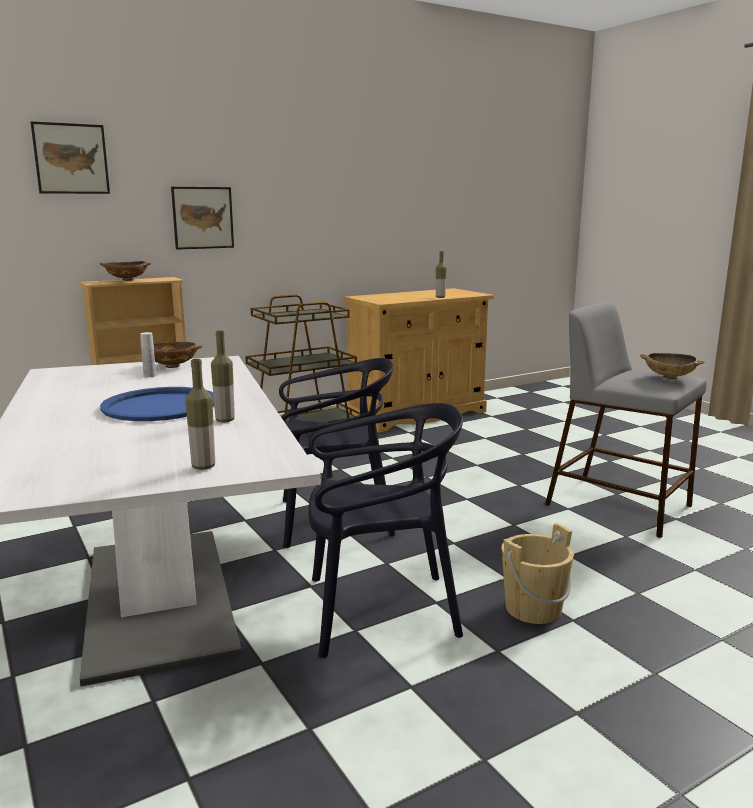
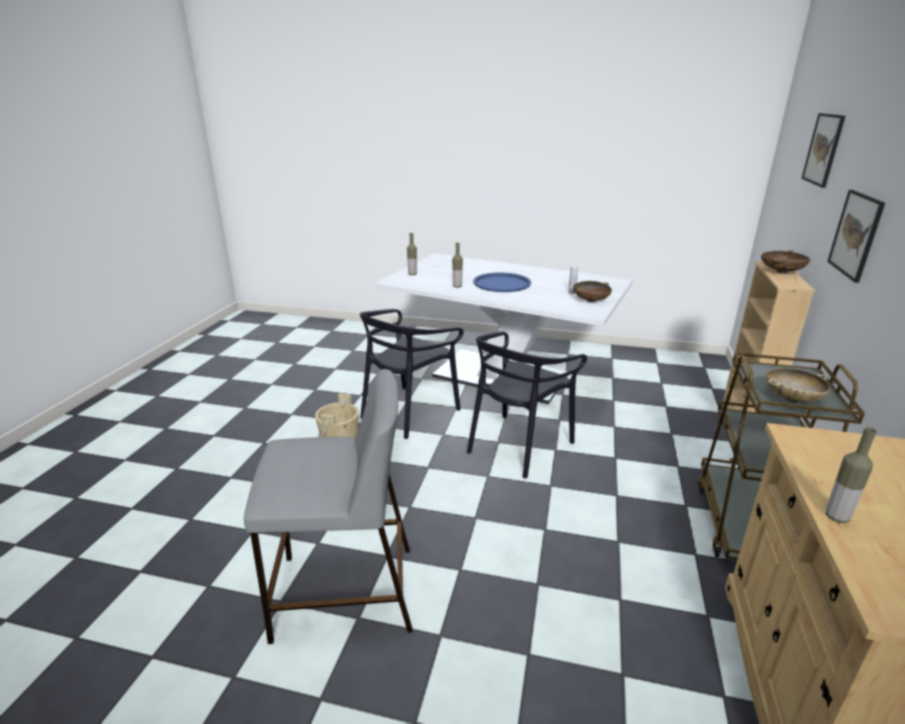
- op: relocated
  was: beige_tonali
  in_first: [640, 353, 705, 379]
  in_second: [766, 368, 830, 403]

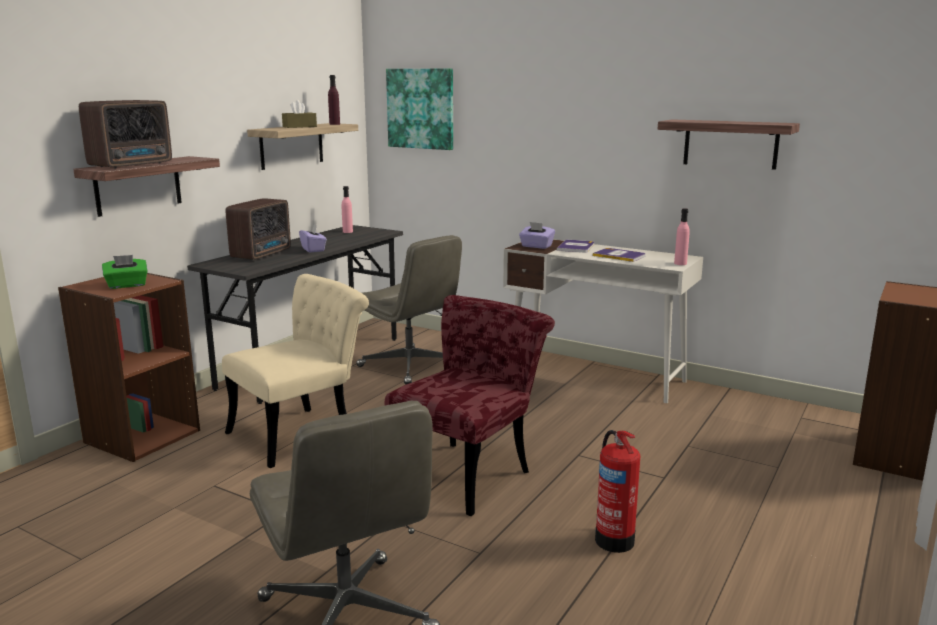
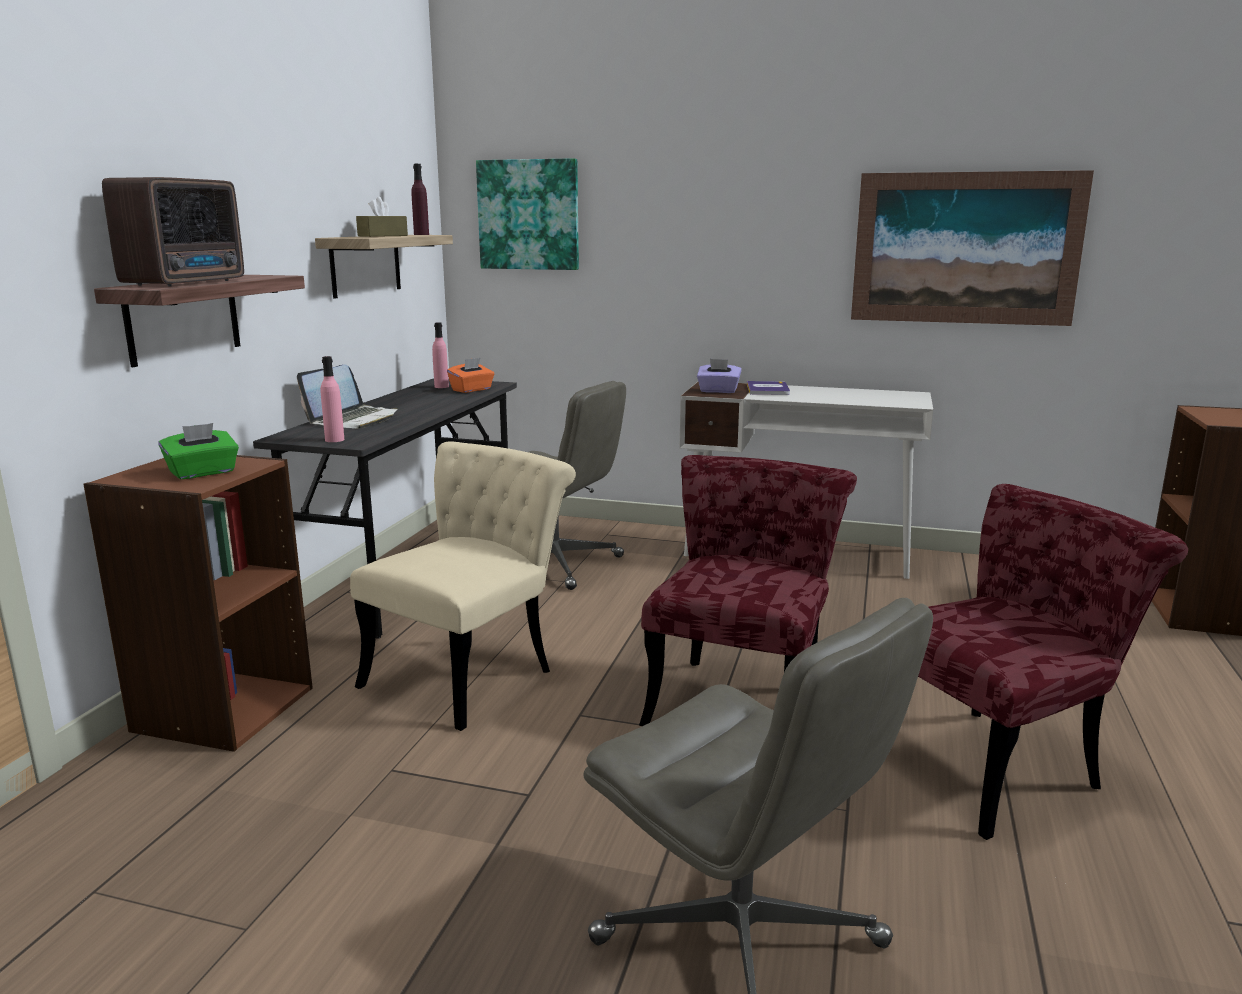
- op: exchanged
  was: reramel
  now: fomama
  in_first: [658, 119, 800, 170]
  in_second: [851, 170, 1094, 326]
- op: exchanged
  was: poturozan
  now: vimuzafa
  in_first: [226, 198, 291, 260]
  in_second: [297, 365, 398, 429]
- op: relocated
  was: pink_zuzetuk
  in_first: [674, 209, 690, 265]
  in_second: [320, 356, 344, 442]
- op: missing
  was: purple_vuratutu
  in_first: [299, 224, 327, 253]
- op: missing
  was: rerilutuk
  in_first: [593, 248, 646, 262]
- op: exchanged
  was: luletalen
  now: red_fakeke
  in_first: [595, 430, 640, 553]
  in_second: [918, 484, 1188, 840]
- op: appeared
  now: orange_vuratutu
  in_second: [447, 358, 494, 393]

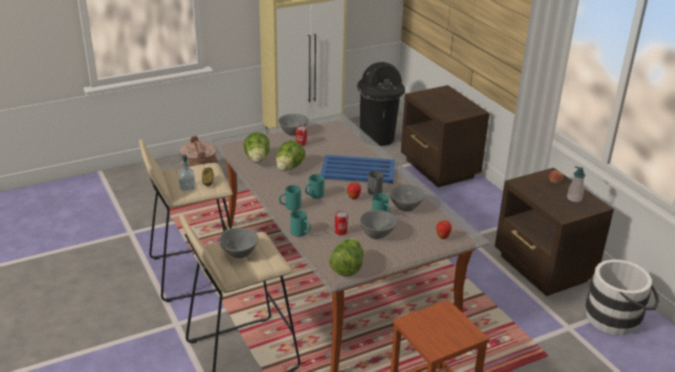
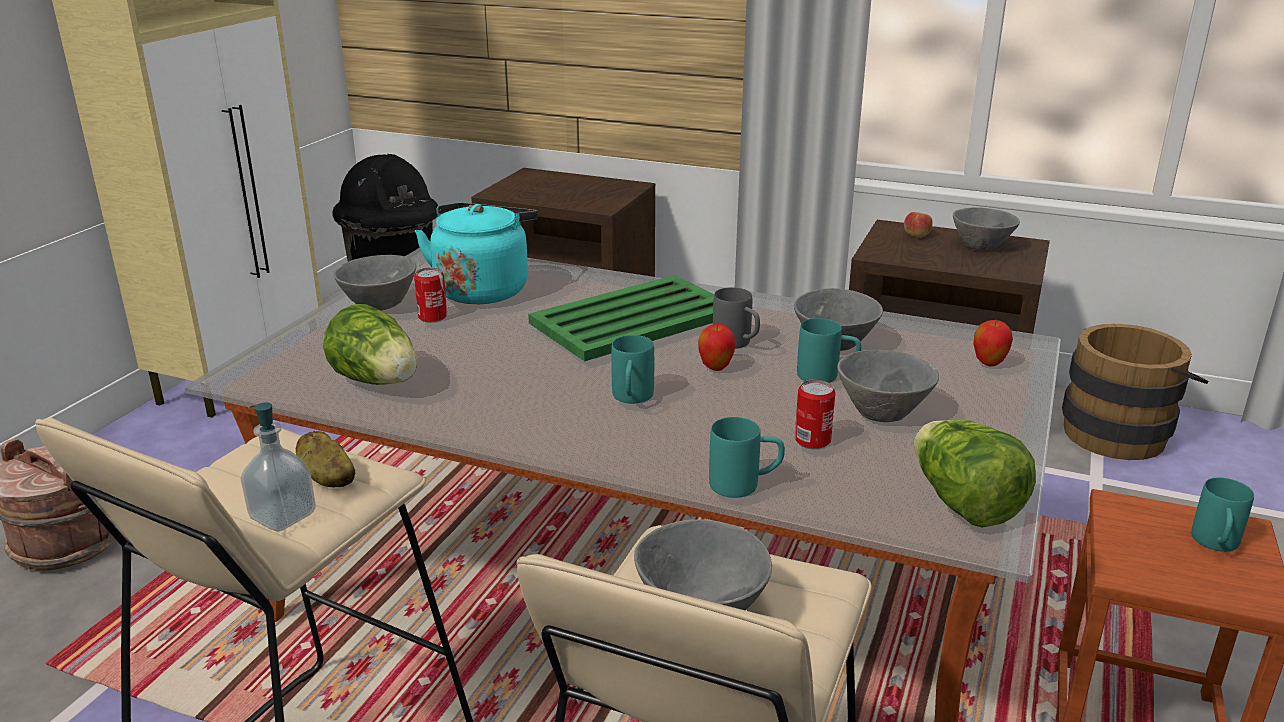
- op: missing
  was: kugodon
  in_first: [276, 140, 306, 171]
- op: colour
  was: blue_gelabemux
  now: green_gelabemux
  in_first: [320, 155, 395, 184]
  in_second: [528, 275, 714, 361]
- op: exchanged
  was: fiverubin
  now: grey_tonali
  in_first: [567, 166, 586, 202]
  in_second: [953, 207, 1020, 250]
- op: relocated
  was: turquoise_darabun
  in_first: [279, 185, 301, 210]
  in_second: [1191, 477, 1254, 552]
- op: colour
  was: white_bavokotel
  now: brown_bavokotel
  in_first: [586, 259, 659, 335]
  in_second: [1062, 324, 1208, 460]
- op: appeared
  now: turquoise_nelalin
  in_second: [415, 202, 538, 304]

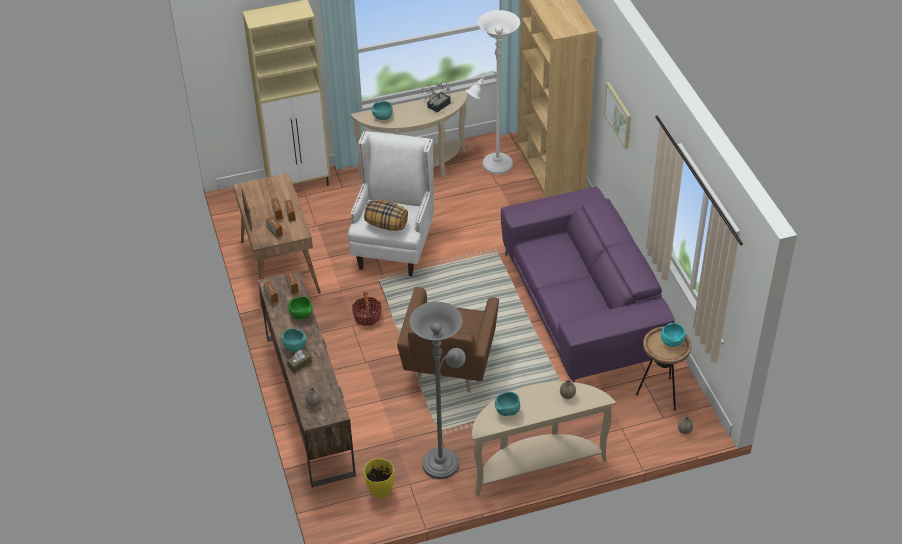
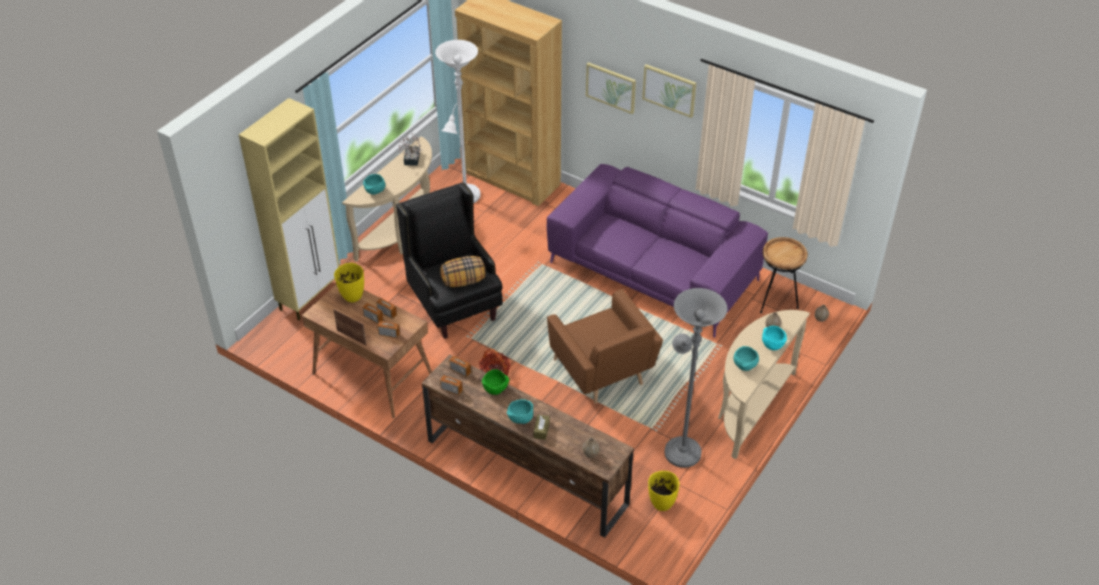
- op: colour
  was: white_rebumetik
  now: black_rebumetik
  in_first: [348, 131, 434, 276]
  in_second: [396, 182, 503, 339]
- op: relocated
  was: turquoise_tonali
  in_first: [661, 323, 685, 347]
  in_second: [762, 326, 787, 350]
- op: appeared
  now: fomama
  in_second: [642, 64, 696, 118]
- op: appeared
  now: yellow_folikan
  in_second: [334, 263, 364, 302]

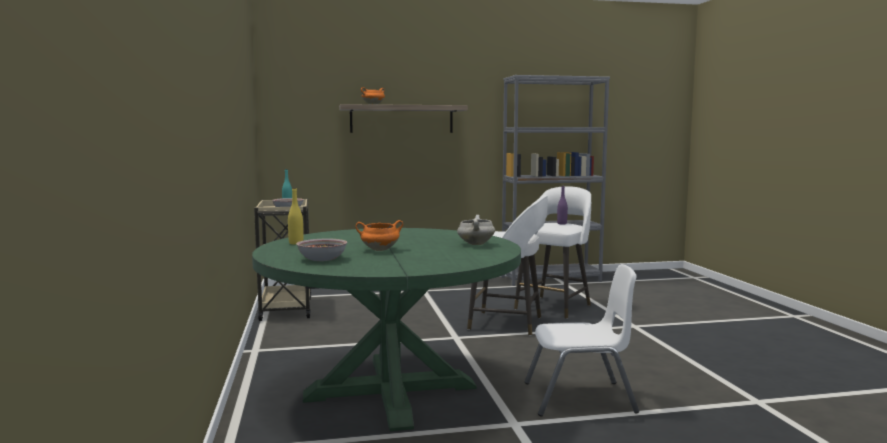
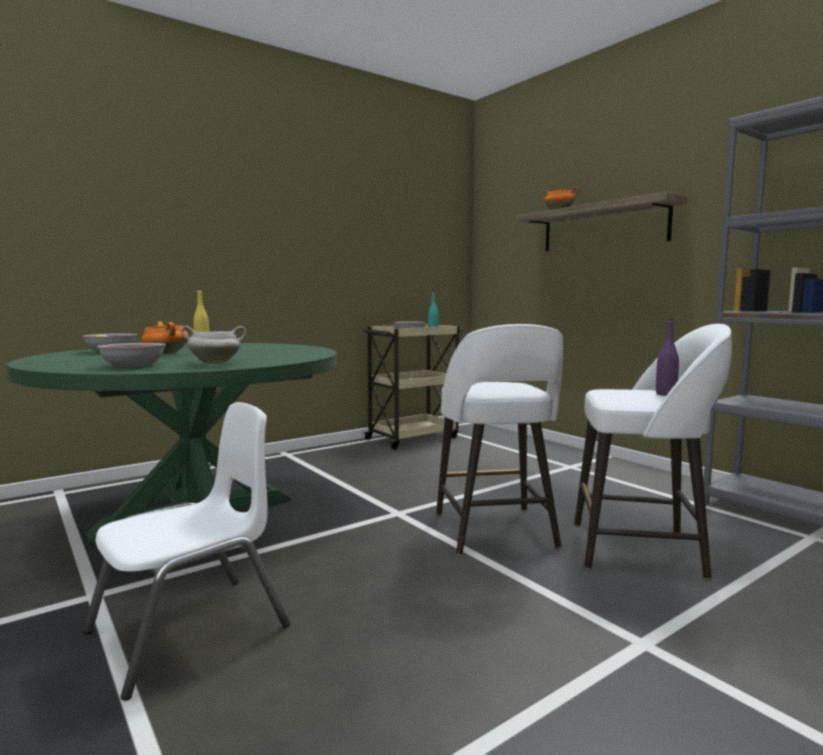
- op: spun
  was: white_fakeke
  in_first: [525, 264, 639, 416]
  in_second: [83, 402, 290, 701]
  clockwise: -105
- op: appeared
  now: tonali
  in_second: [97, 343, 166, 367]

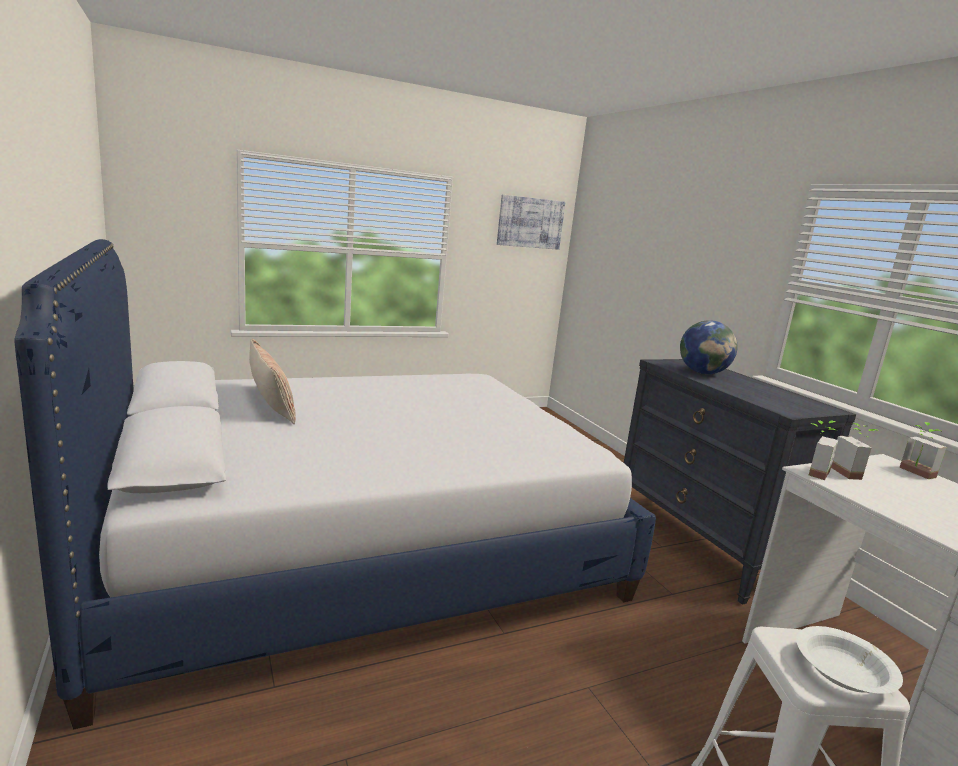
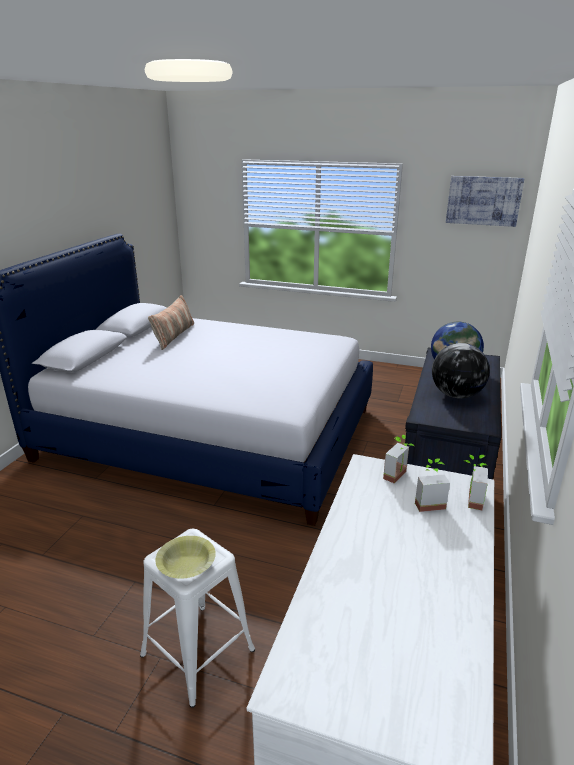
- op: relocated
  was: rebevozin
  in_first: [809, 421, 838, 480]
  in_second: [415, 458, 450, 512]
- op: colour
  was: white_tonali
  now: yellow_tonali
  in_first: [796, 626, 903, 694]
  in_second: [155, 536, 216, 579]
- op: appeared
  now: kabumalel
  in_second: [432, 343, 490, 398]

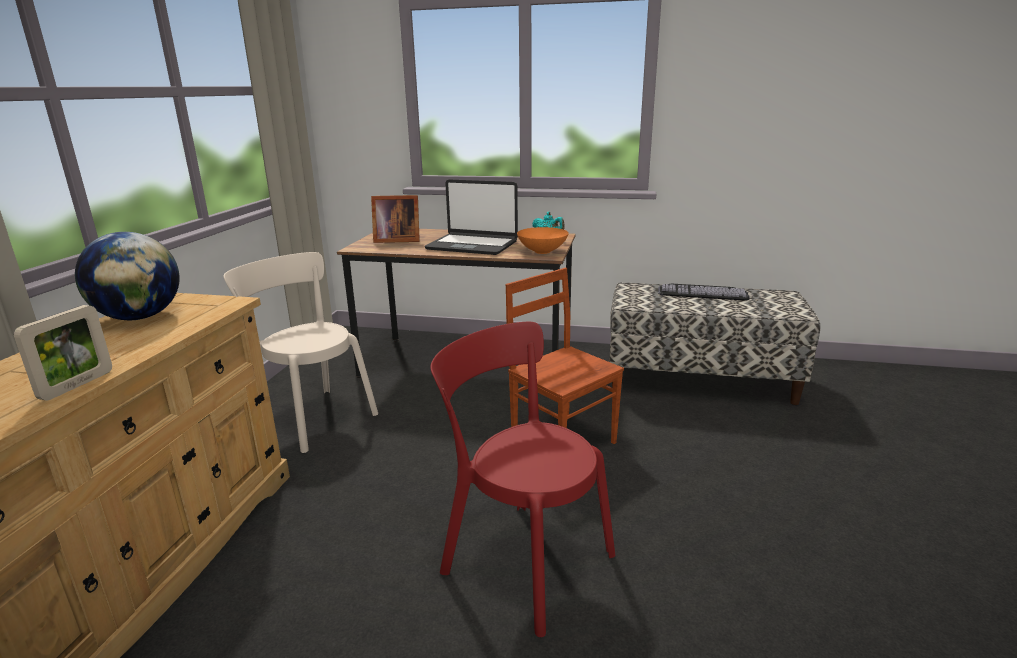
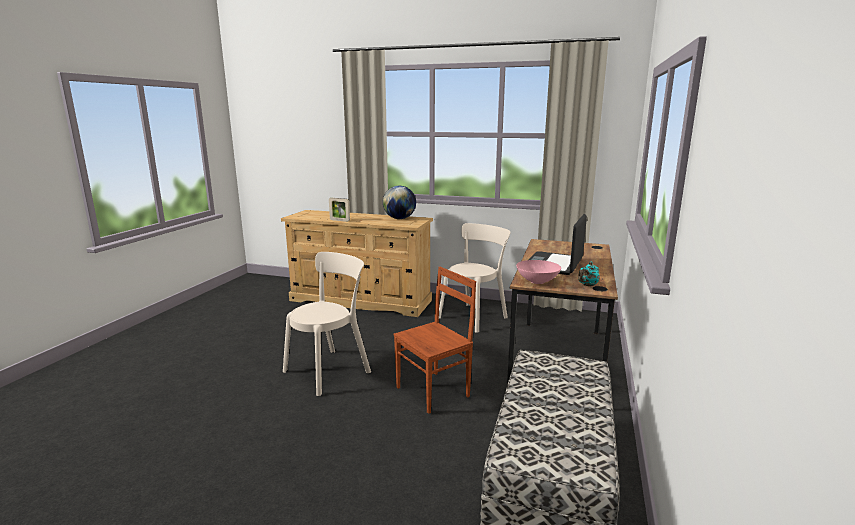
- op: missing
  was: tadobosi
  in_first: [371, 195, 420, 243]
- op: colour
  was: orange_tonali
  now: pink_tonali
  in_first: [517, 227, 569, 254]
  in_second: [516, 260, 561, 284]
- op: missing
  was: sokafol
  in_first: [658, 284, 750, 301]
- op: colour
  was: red_fakeke
  now: beige_fakeke
  in_first: [430, 322, 615, 637]
  in_second: [283, 252, 371, 396]

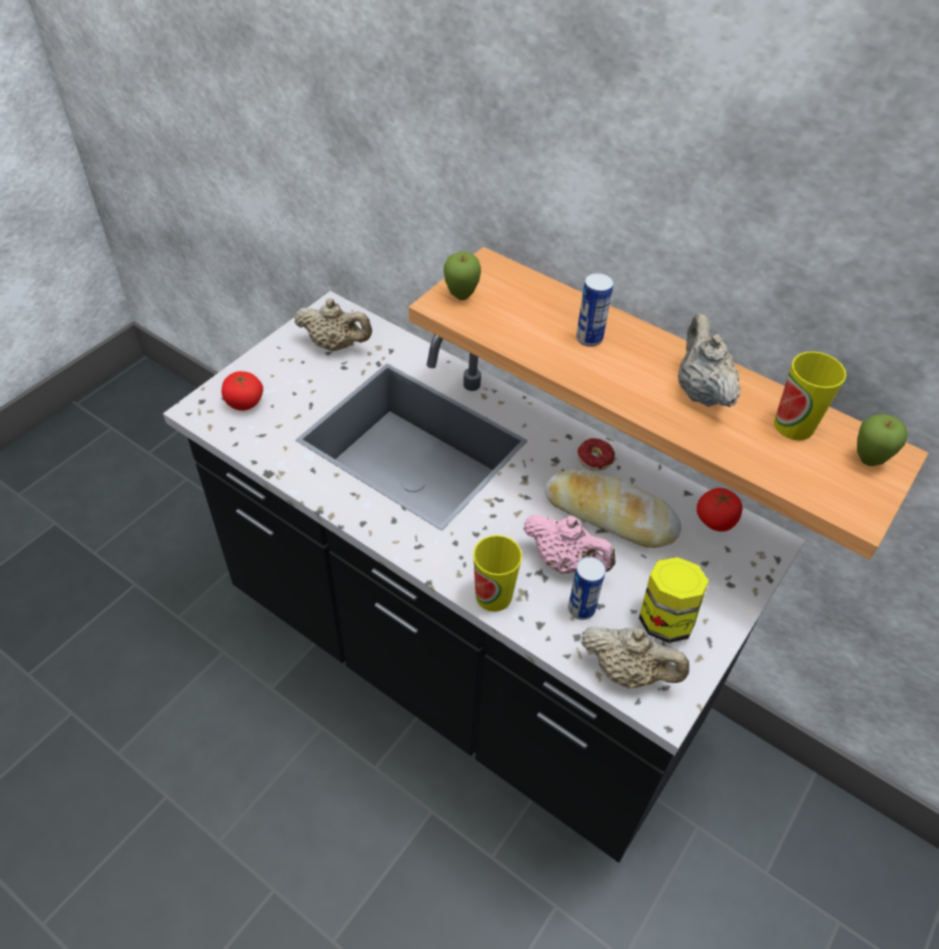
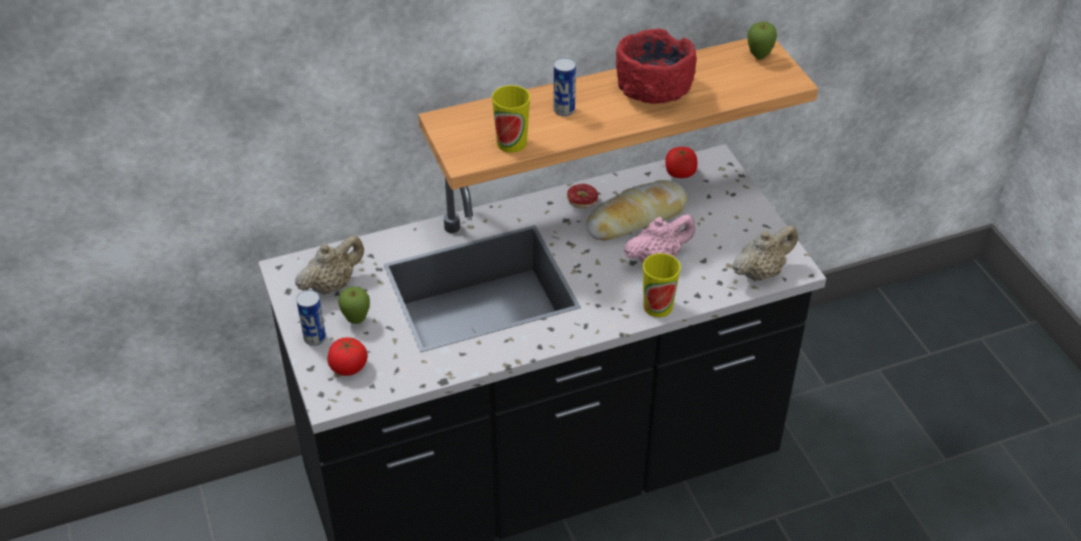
- op: relocated
  was: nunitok
  in_first: [444, 251, 481, 300]
  in_second: [338, 287, 370, 324]
- op: exchanged
  was: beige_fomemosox
  now: red_tonali
  in_first: [678, 313, 741, 407]
  in_second: [616, 29, 697, 104]
- op: relocated
  was: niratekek
  in_first: [774, 351, 846, 441]
  in_second: [492, 85, 530, 153]
- op: relocated
  was: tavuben
  in_first: [568, 557, 606, 620]
  in_second: [296, 290, 326, 346]
- op: missing
  was: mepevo
  in_first: [639, 557, 709, 643]

